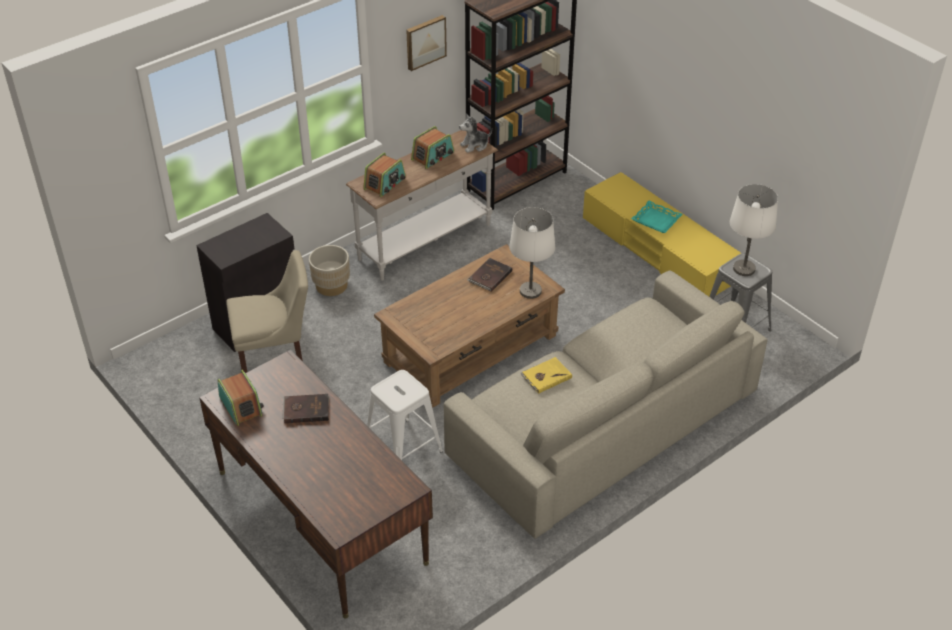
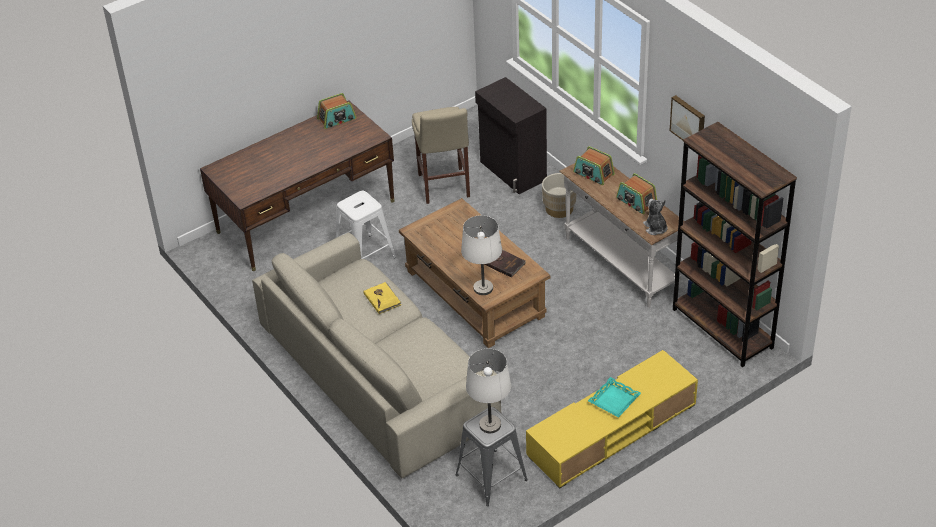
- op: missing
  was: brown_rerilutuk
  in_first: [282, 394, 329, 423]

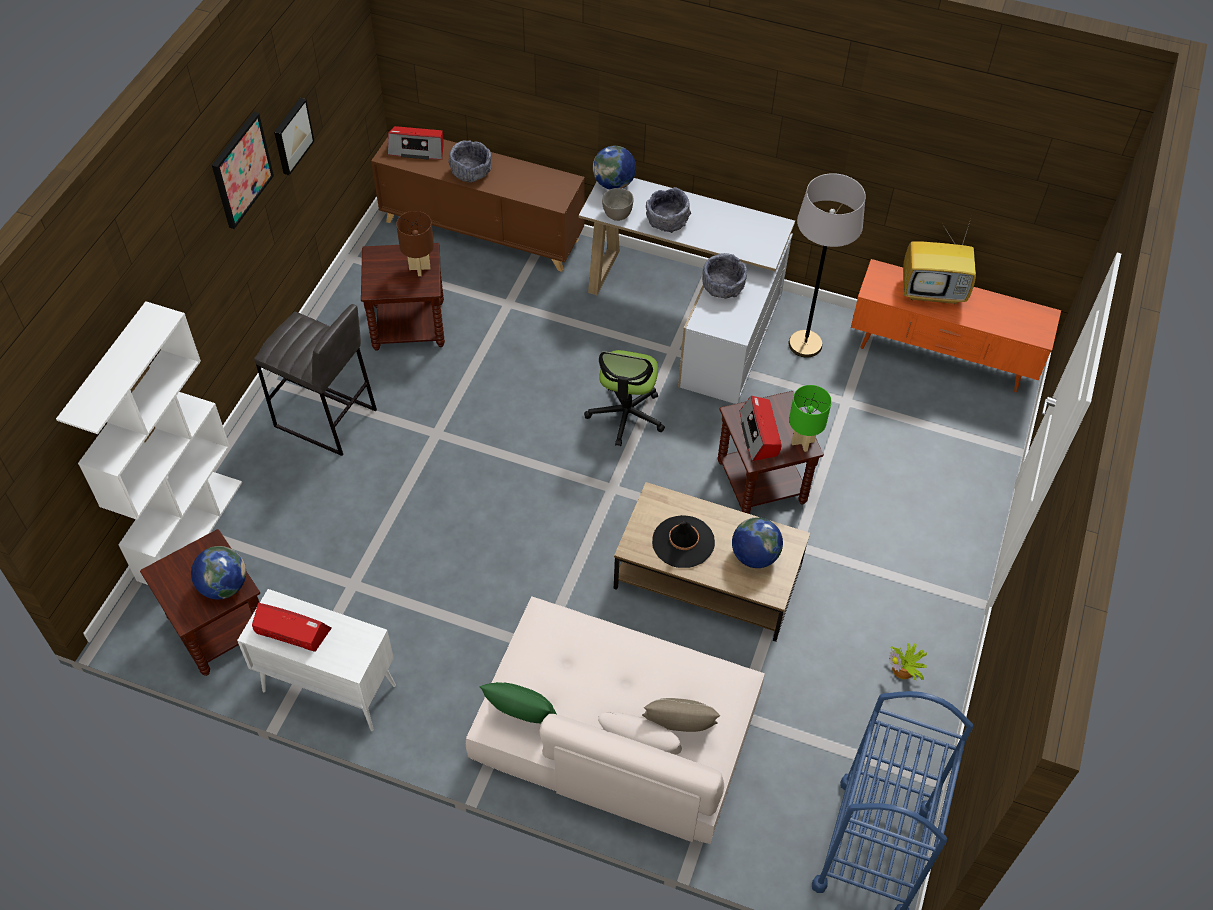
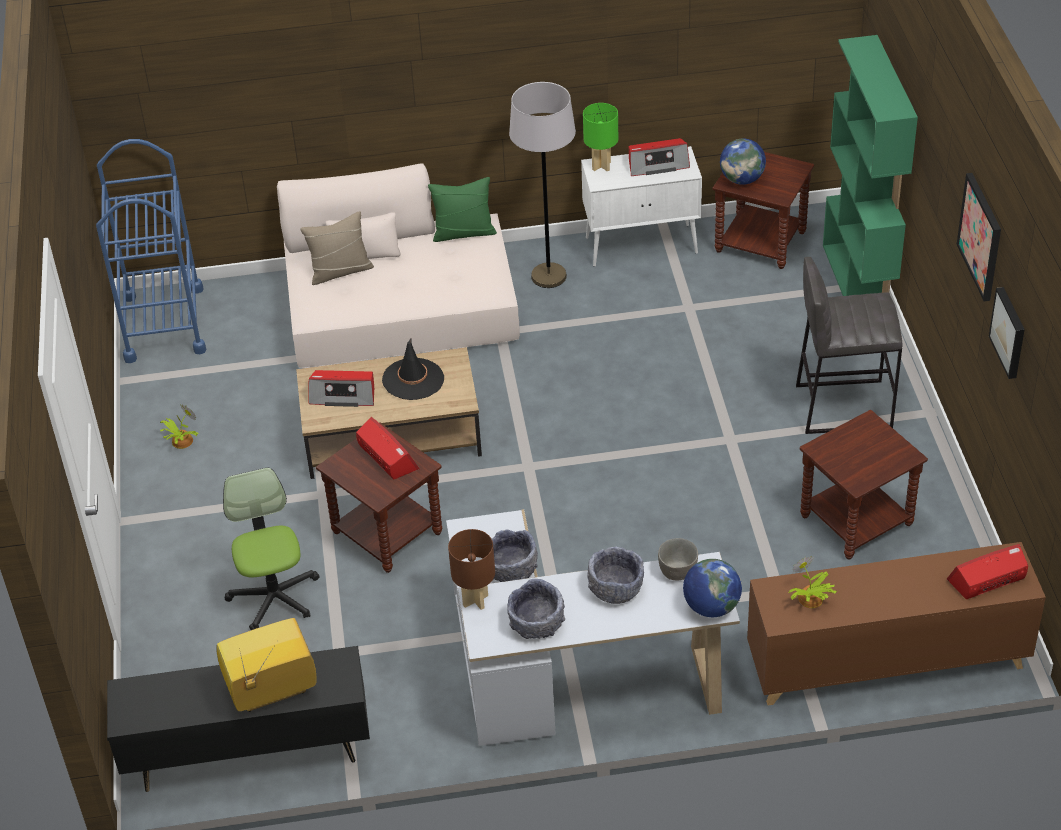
- op: relocated
  was: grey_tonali
  in_first: [448, 140, 492, 183]
  in_second: [507, 579, 565, 639]
- op: relocated
  was: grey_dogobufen
  in_first: [789, 173, 866, 358]
  in_second: [509, 82, 576, 288]
- op: relocated
  was: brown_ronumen
  in_first: [396, 211, 434, 276]
  in_second: [448, 529, 495, 610]
- op: colour
  was: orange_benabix
  now: black_benabix
  in_first: [851, 259, 1061, 393]
  in_second: [107, 646, 370, 792]
- op: colour
  was: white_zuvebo
  now: green_zuvebo
  in_first: [56, 301, 242, 585]
  in_second: [823, 35, 918, 296]
- op: relocated
  was: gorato
  in_first: [584, 350, 665, 446]
  in_second: [223, 467, 319, 630]
- op: relocated
  was: green_ronumen
  in_first: [789, 385, 832, 452]
  in_second: [583, 103, 618, 171]
- op: exchanged
  was: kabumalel
  now: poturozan
  in_first: [732, 517, 783, 568]
  in_second: [309, 370, 374, 407]
- op: appeared
  now: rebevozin
  in_second: [789, 556, 837, 608]

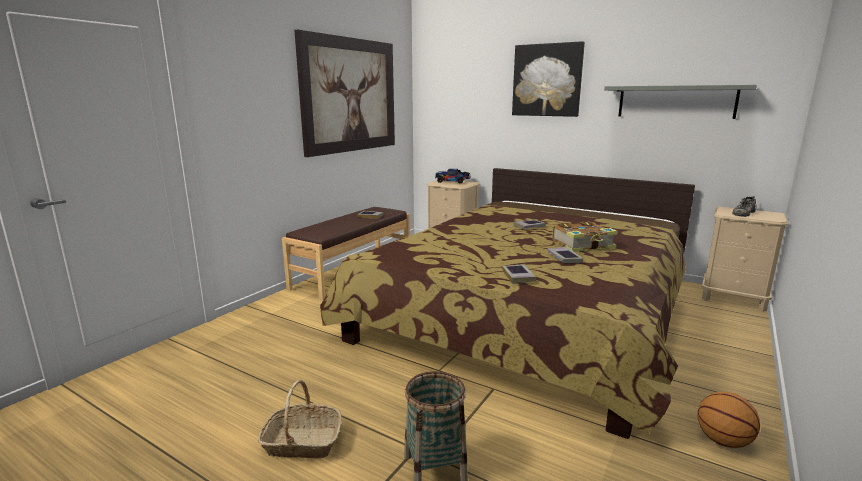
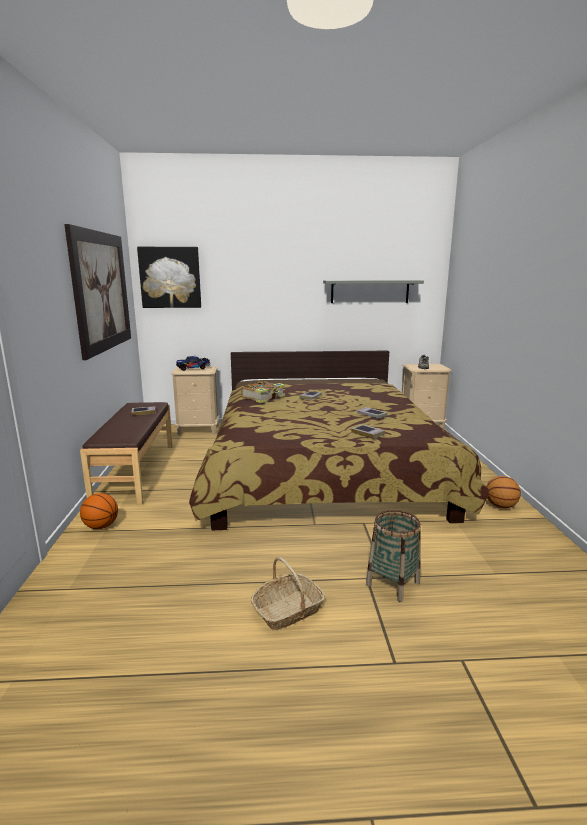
- op: relocated
  was: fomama
  in_first: [512, 41, 585, 117]
  in_second: [137, 247, 201, 308]
- op: relocated
  was: rerilutuk
  in_first: [553, 221, 618, 252]
  in_second: [241, 381, 285, 403]
- op: appeared
  now: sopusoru
  in_second: [80, 493, 118, 529]

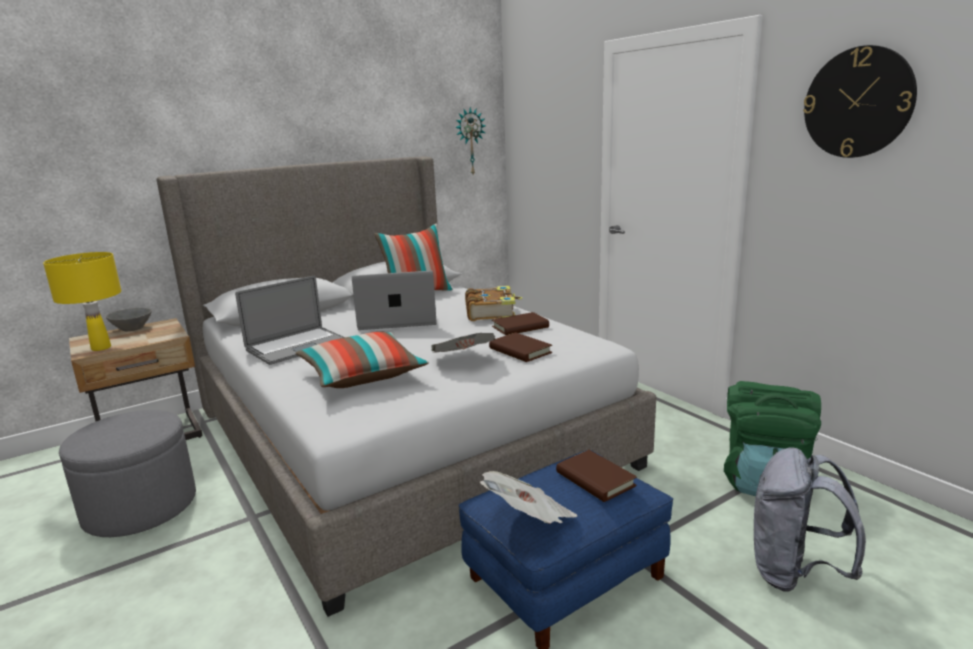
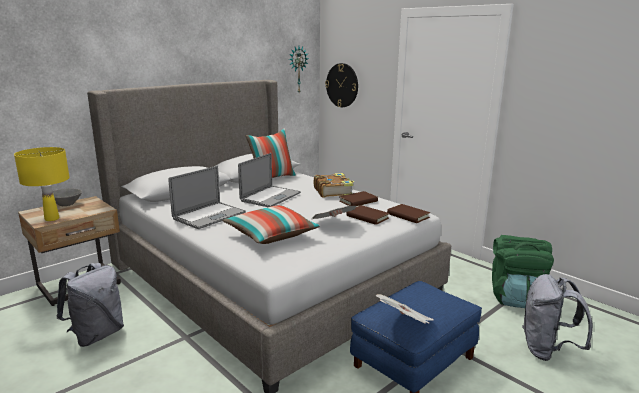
- op: relocated
  was: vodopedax
  in_first: [803, 45, 917, 158]
  in_second: [325, 63, 358, 107]
- op: spun
  was: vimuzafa
  in_first: [352, 271, 437, 330]
  in_second: [238, 153, 301, 207]
  clockwise: 135
- op: exchanged
  was: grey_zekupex
  now: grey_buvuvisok
  in_first: [59, 410, 196, 537]
  in_second: [57, 263, 124, 347]
- op: relocated
  was: brown_rerilutuk
  in_first: [556, 450, 637, 502]
  in_second: [387, 204, 430, 223]

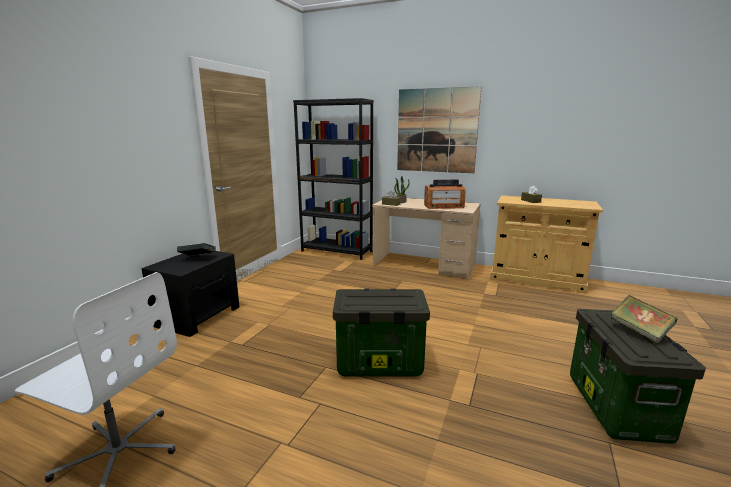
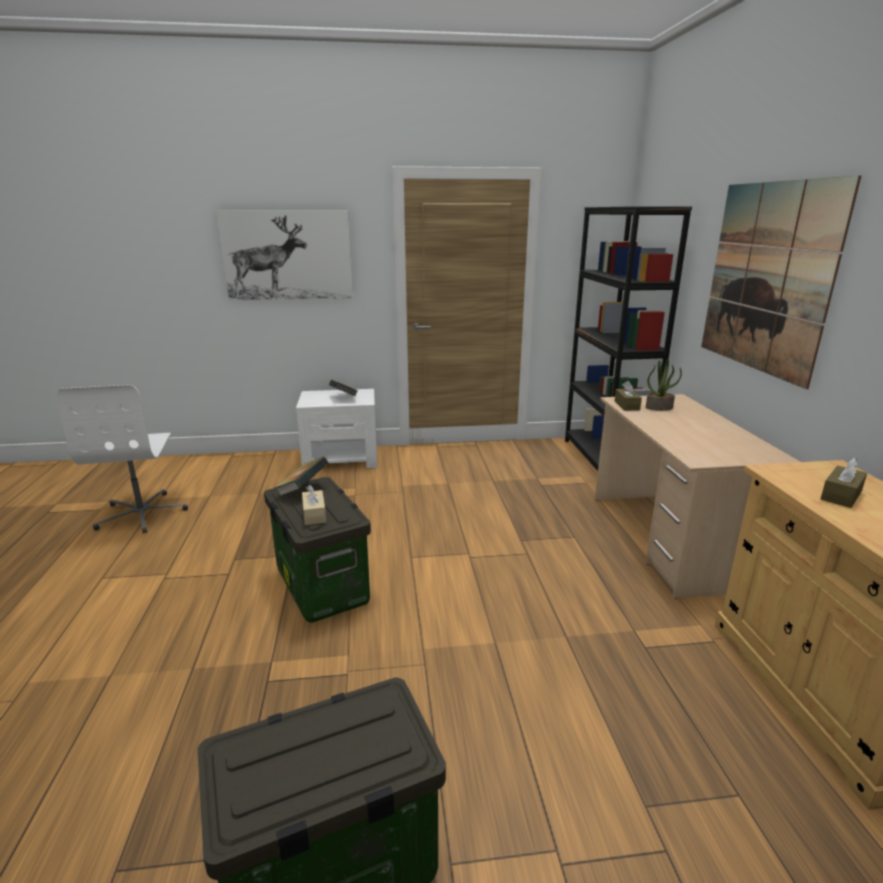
- op: missing
  was: poturozan
  in_first: [424, 180, 466, 209]
- op: colour
  was: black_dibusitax
  now: white_dibusitax
  in_first: [141, 251, 239, 337]
  in_second: [296, 389, 378, 468]
- op: relocated
  was: rerilutuk
  in_first: [610, 295, 678, 344]
  in_second: [275, 457, 328, 496]
- op: appeared
  now: fomama
  in_second: [216, 210, 353, 300]
- op: appeared
  now: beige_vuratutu
  in_second: [302, 485, 326, 525]

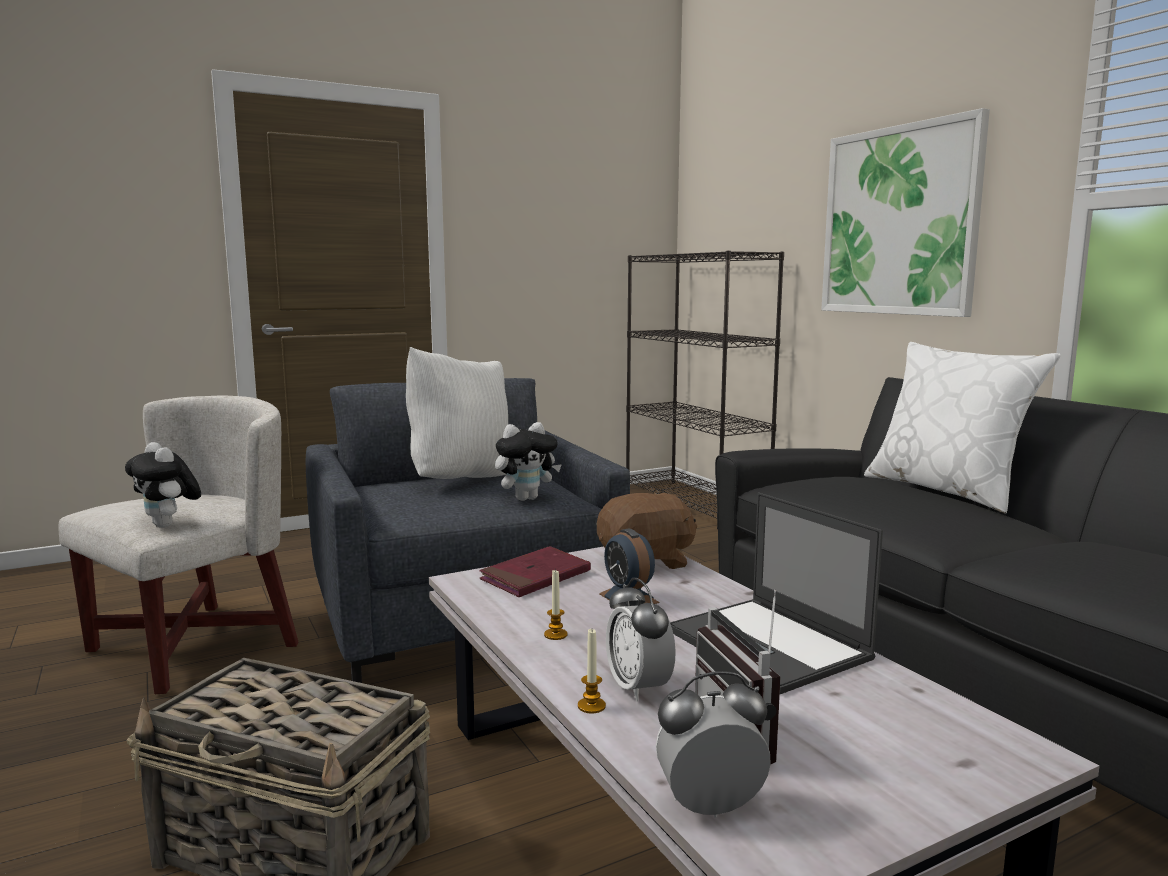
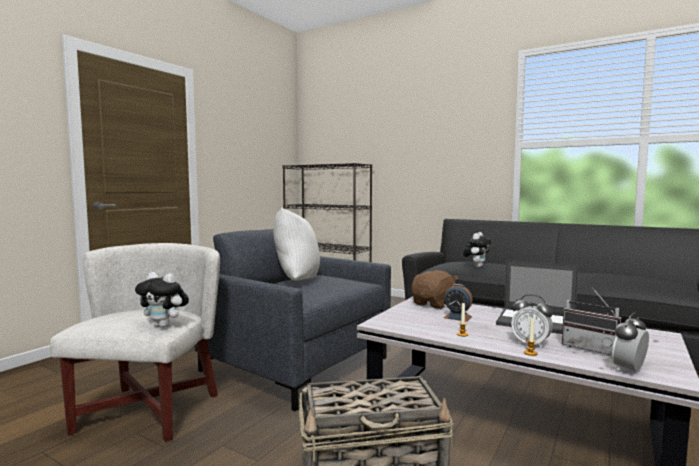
- op: missing
  was: fomama
  in_first: [821, 108, 990, 317]
- op: missing
  was: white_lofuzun
  in_first: [864, 342, 1061, 514]
- op: relocated
  was: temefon
  in_first: [495, 422, 562, 501]
  in_second: [463, 232, 491, 268]
- op: missing
  was: red_rerilutuk
  in_first: [479, 546, 591, 597]

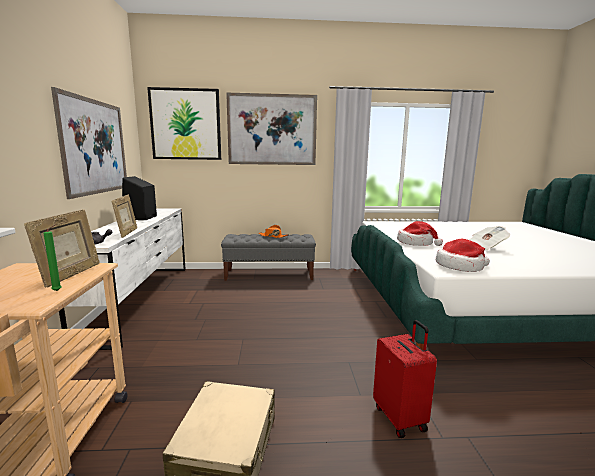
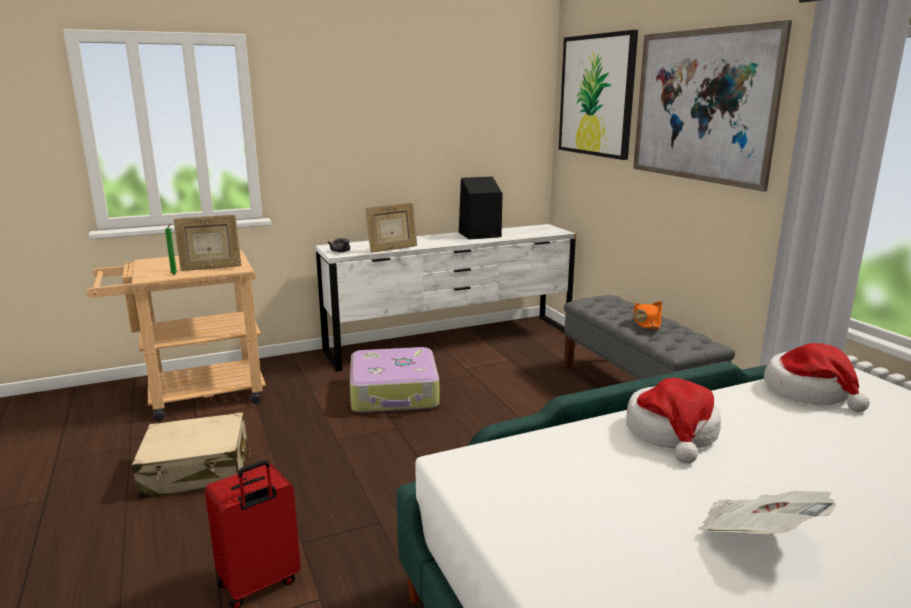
- op: missing
  was: fomama
  in_first: [51, 87, 127, 199]
- op: relocated
  was: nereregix
  in_first: [436, 239, 490, 272]
  in_second: [764, 343, 870, 412]
- op: appeared
  now: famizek
  in_second: [350, 347, 440, 413]

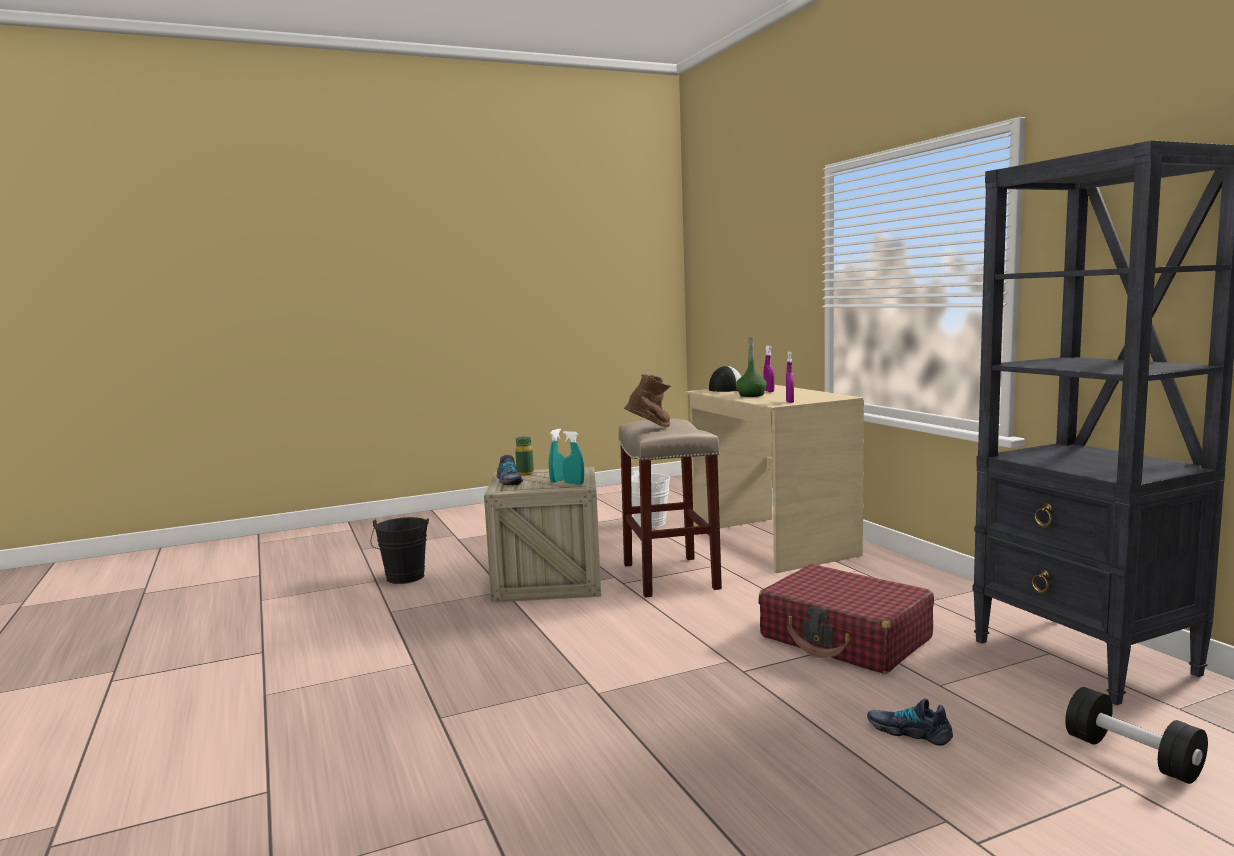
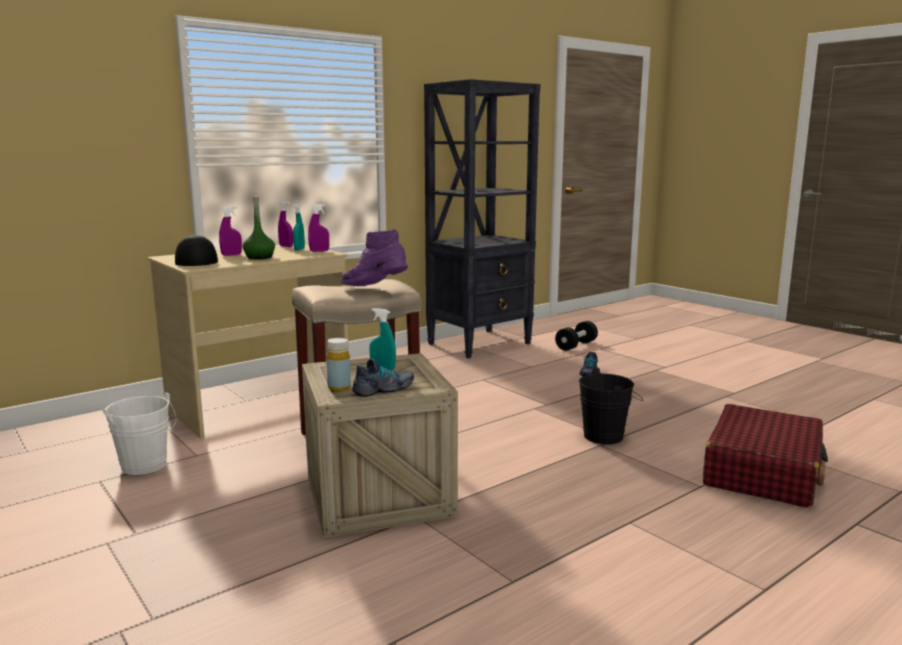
- op: colour
  was: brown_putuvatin
  now: purple_putuvatin
  in_first: [624, 374, 671, 428]
  in_second: [341, 229, 408, 286]
- op: relocated
  was: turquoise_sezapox
  in_first: [562, 431, 584, 484]
  in_second: [293, 203, 305, 251]
- op: colour
  was: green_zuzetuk
  now: yellow_zuzetuk
  in_first: [515, 437, 534, 475]
  in_second: [326, 338, 351, 391]
- op: relocated
  was: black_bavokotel
  in_first: [371, 517, 429, 584]
  in_second: [579, 368, 643, 444]
- op: relocated
  was: red_famizek
  in_first: [758, 564, 934, 674]
  in_second: [703, 404, 828, 508]
- op: appeared
  now: purple_sezapox
  in_second: [278, 201, 293, 247]

